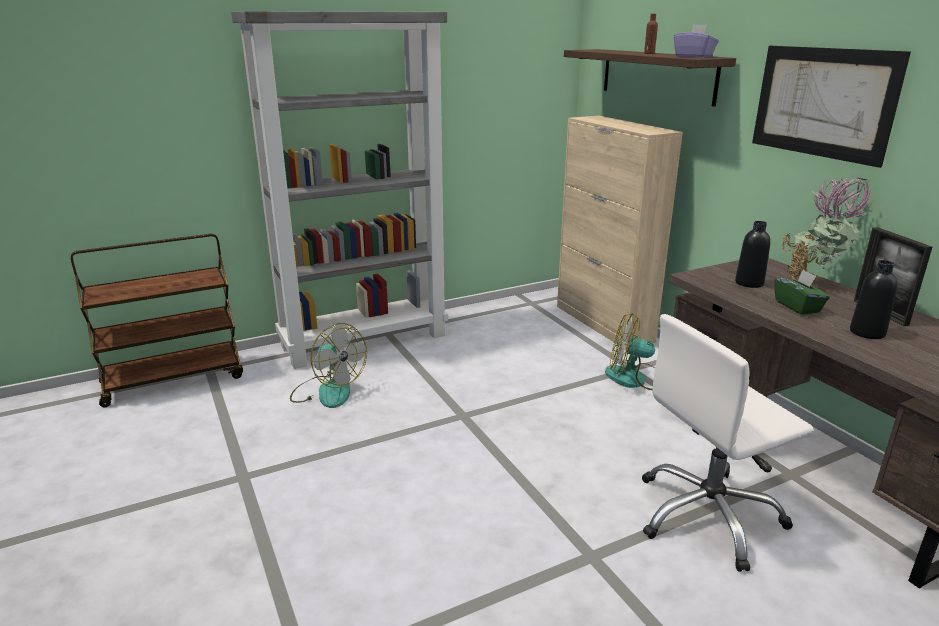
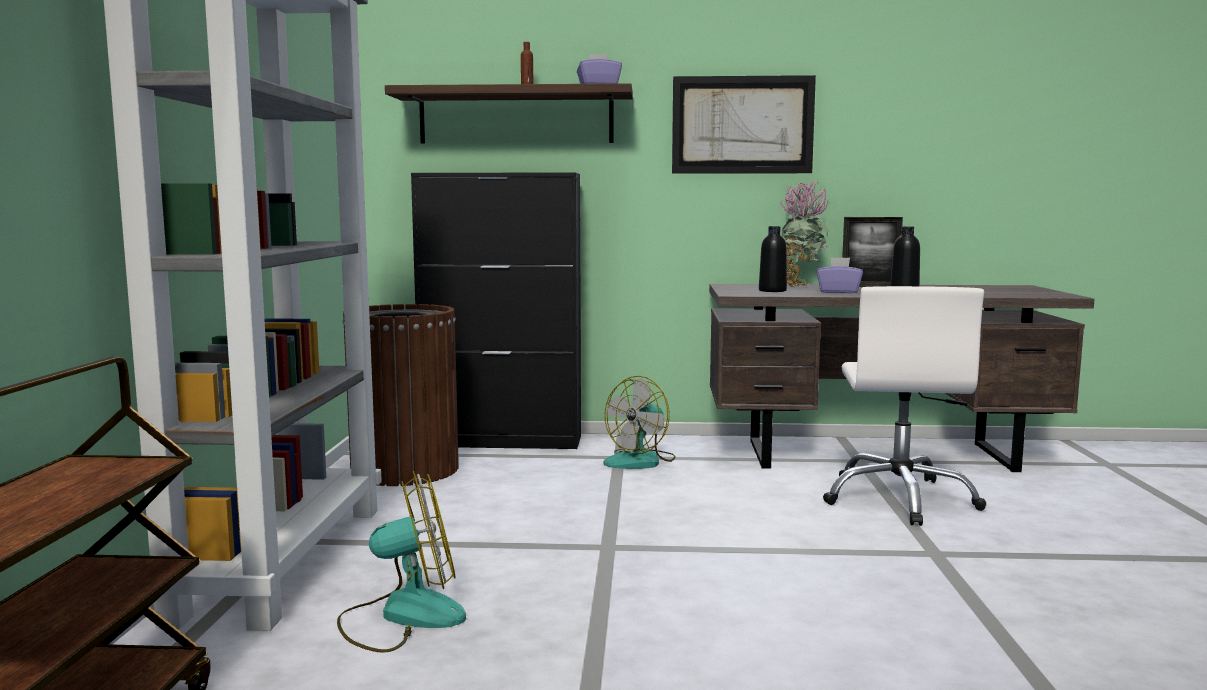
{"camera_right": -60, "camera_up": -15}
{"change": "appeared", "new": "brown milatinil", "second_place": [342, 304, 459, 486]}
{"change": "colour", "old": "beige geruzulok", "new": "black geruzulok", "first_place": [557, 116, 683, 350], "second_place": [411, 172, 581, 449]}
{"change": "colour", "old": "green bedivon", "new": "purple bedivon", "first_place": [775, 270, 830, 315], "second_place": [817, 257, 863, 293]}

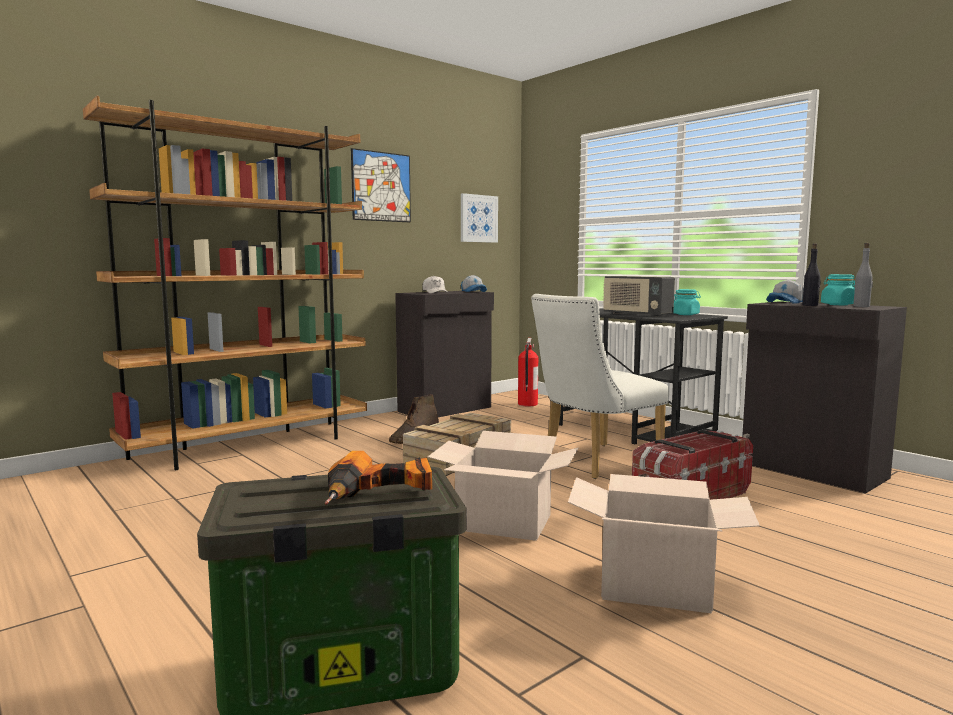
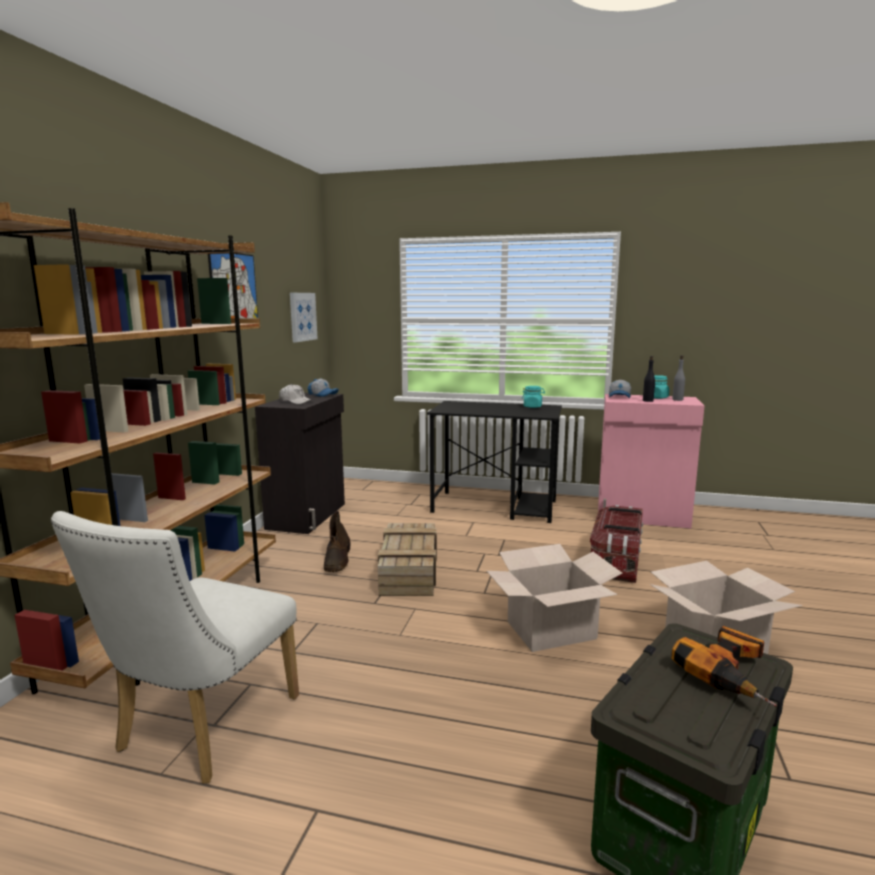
{"camera_right": -35, "camera_up": 5}
{"change": "missing", "old": "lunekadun", "first_place": [518, 338, 538, 406]}
{"change": "missing", "old": "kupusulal", "first_place": [603, 276, 675, 317]}
{"change": "relocated", "old": "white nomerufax", "first_place": [531, 294, 669, 479], "second_place": [51, 511, 299, 784]}
{"change": "colour", "old": "black geruzulok", "new": "pink geruzulok", "first_place": [742, 301, 907, 493], "second_place": [598, 394, 705, 528]}

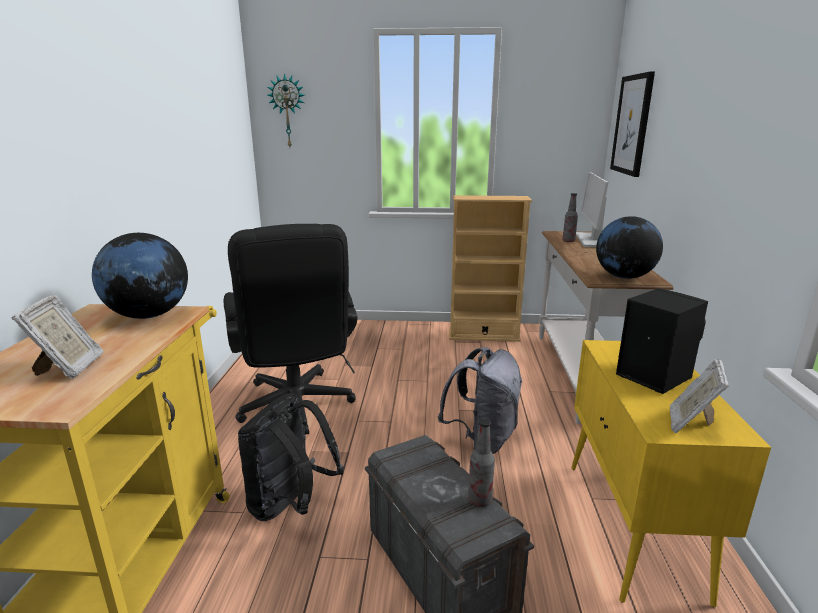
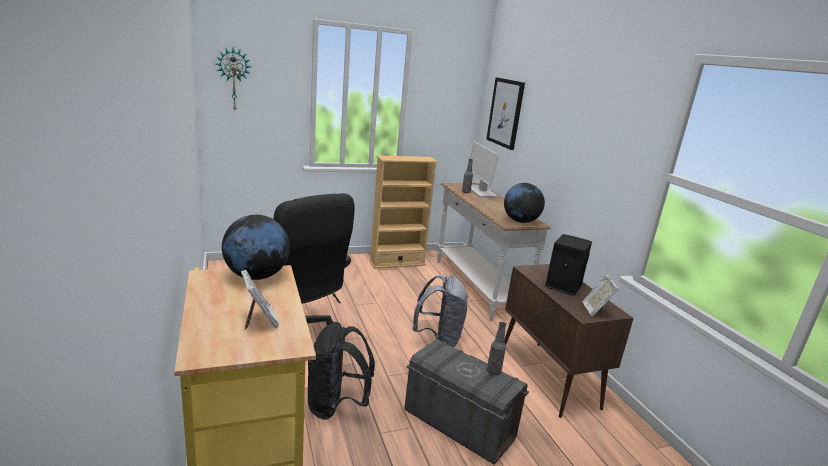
{"camera_right": -25, "camera_up": 0}
{"change": "colour", "old": "yellow geruzulok", "new": "brown geruzulok", "first_place": [571, 340, 771, 607], "second_place": [504, 264, 634, 418]}

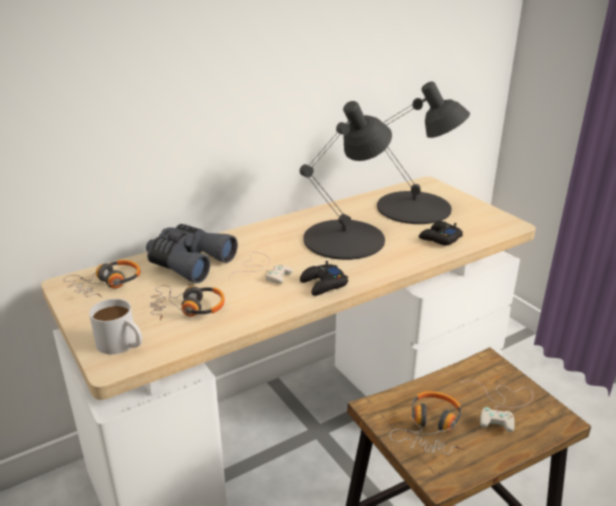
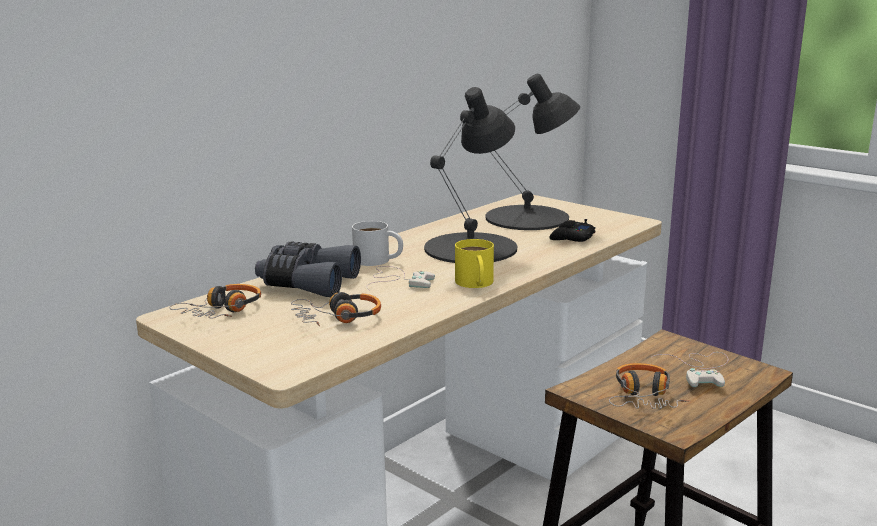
{"camera_right": -15, "camera_up": -10}
{"change": "relocated", "old": "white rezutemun", "first_place": [89, 299, 142, 354], "second_place": [352, 221, 403, 266]}
{"change": "exchanged", "old": "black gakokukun", "new": "yellow rezutemun", "first_place": [300, 261, 348, 296], "second_place": [455, 239, 494, 288]}

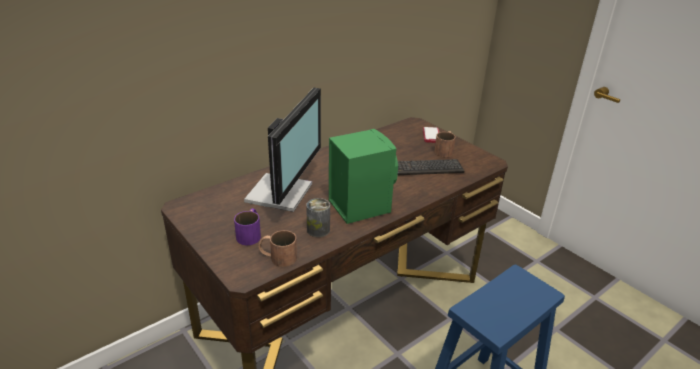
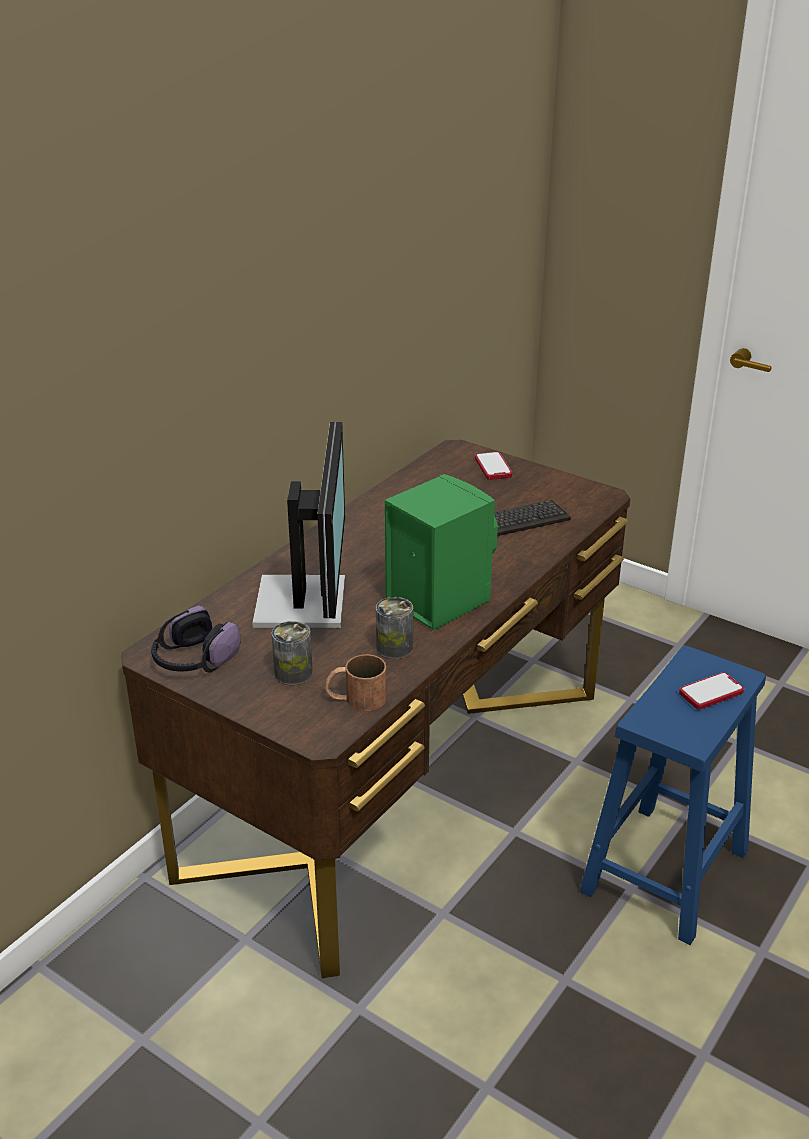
{"camera_right": -15, "camera_up": 0}
{"change": "missing", "old": "brown rezutemun", "first_place": [434, 131, 456, 157]}
{"change": "appeared", "new": "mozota", "second_place": [151, 605, 240, 673]}
{"change": "appeared", "new": "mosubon", "second_place": [679, 672, 744, 710]}
{"change": "exchanged", "old": "purple rezutemun", "new": "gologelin", "first_place": [234, 208, 261, 245], "second_place": [271, 621, 313, 685]}

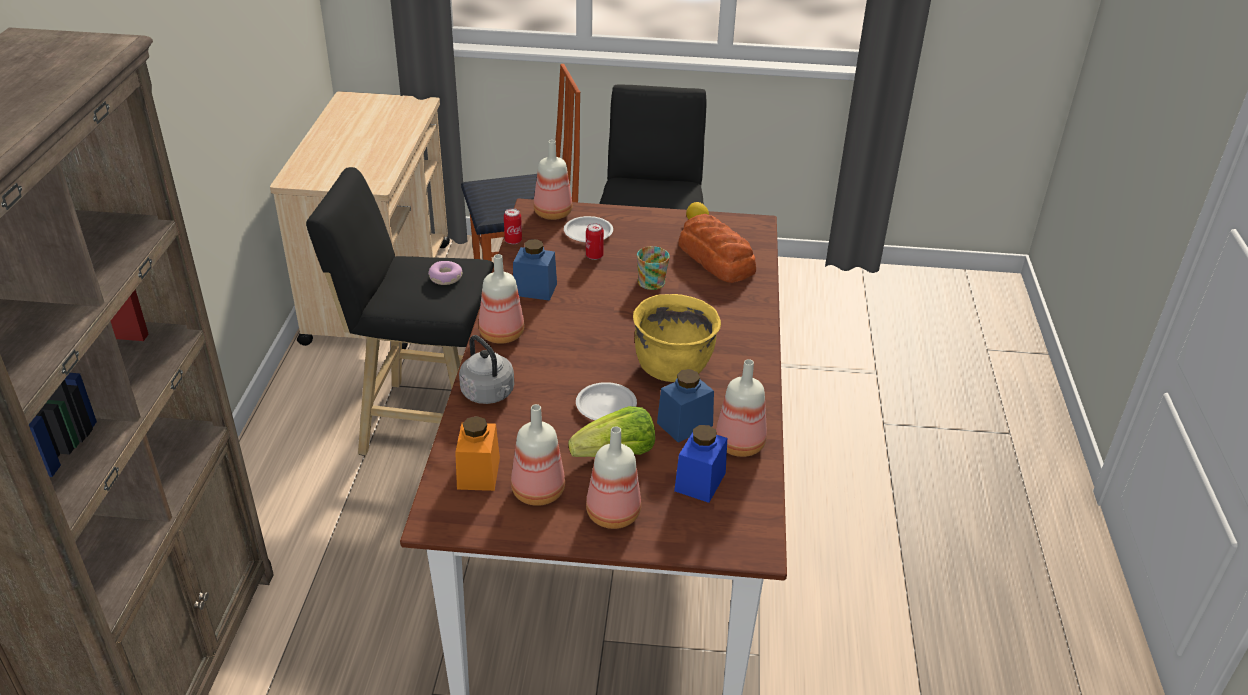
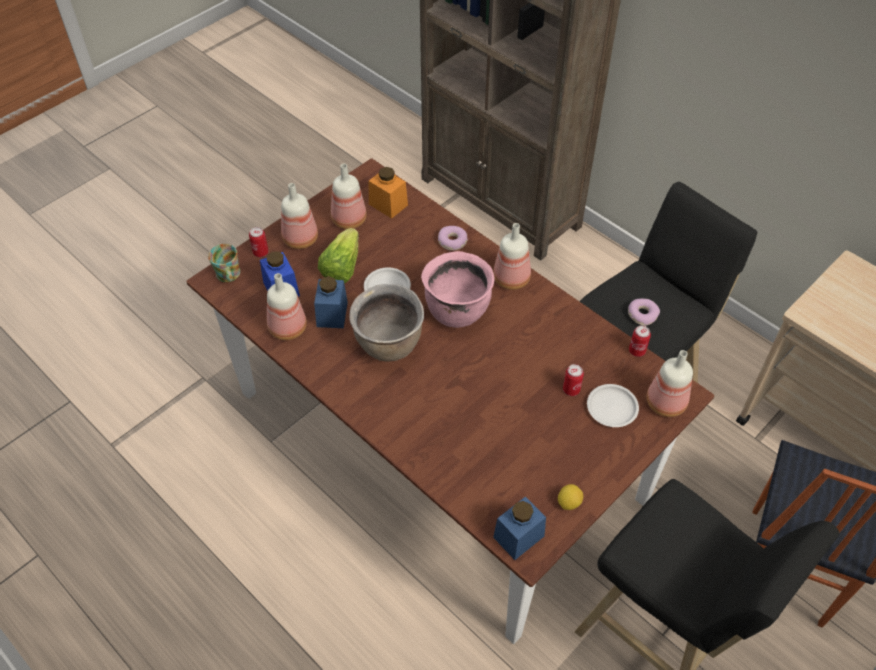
{"camera_right": 130, "camera_up": 15}
{"change": "missing", "old": "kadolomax", "first_place": [678, 214, 756, 283]}
{"change": "appeared", "new": "gologelin", "second_place": [249, 227, 269, 257]}
{"change": "appeared", "new": "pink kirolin", "second_place": [421, 251, 494, 328]}
{"change": "relocated", "old": "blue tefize", "first_place": [513, 239, 557, 301], "second_place": [493, 496, 546, 560]}
{"change": "relocated", "old": "rezutemun", "first_place": [637, 246, 670, 290], "second_place": [208, 244, 240, 282]}
{"change": "exchanged", "old": "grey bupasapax", "new": "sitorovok", "first_place": [459, 335, 514, 404], "second_place": [438, 226, 468, 251]}
{"change": "colour", "old": "yellow kirolin", "new": "brown kirolin", "first_place": [633, 294, 721, 382], "second_place": [349, 284, 424, 361]}

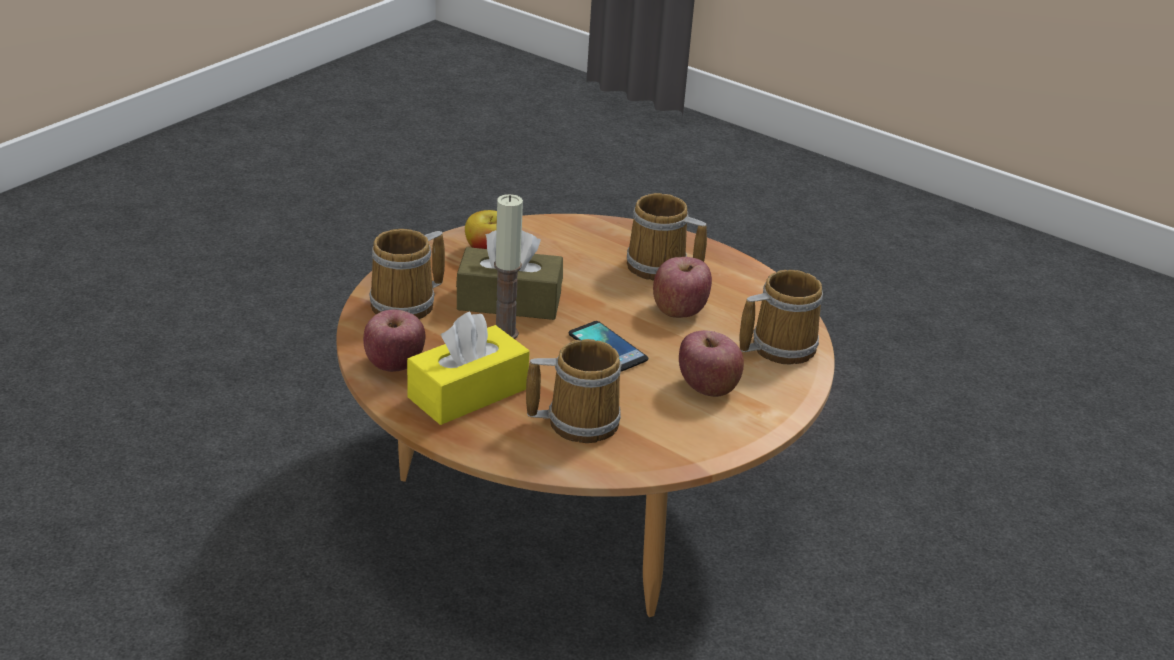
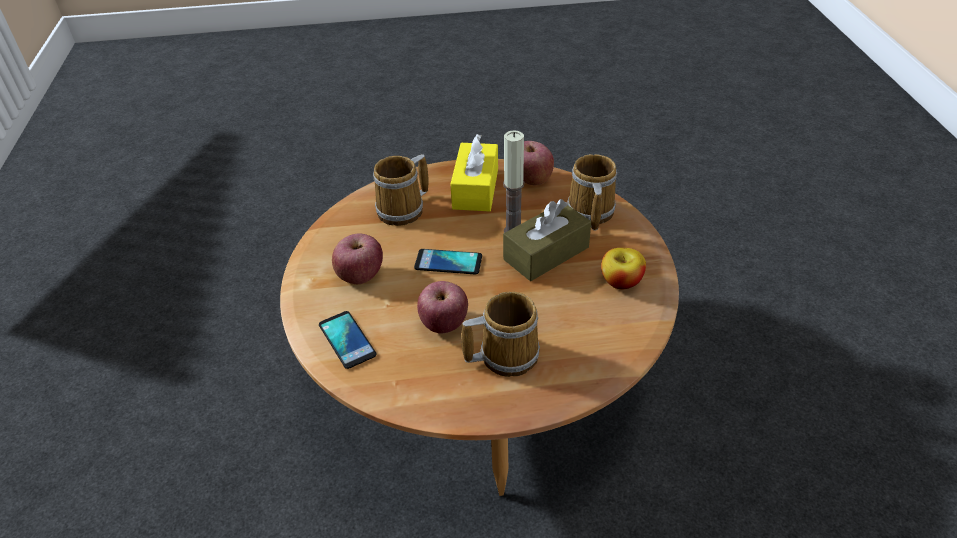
{"camera_right": 140, "camera_up": 10}
{"change": "exchanged", "old": "rezutemun", "new": "mosubon", "first_place": [739, 270, 823, 365], "second_place": [319, 311, 377, 369]}

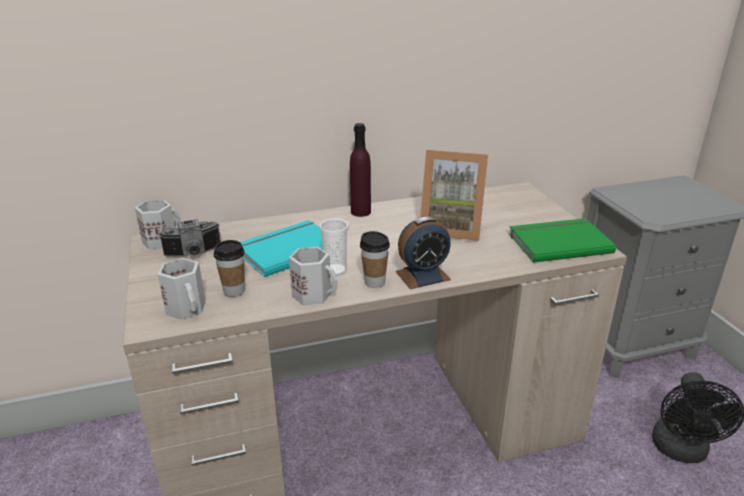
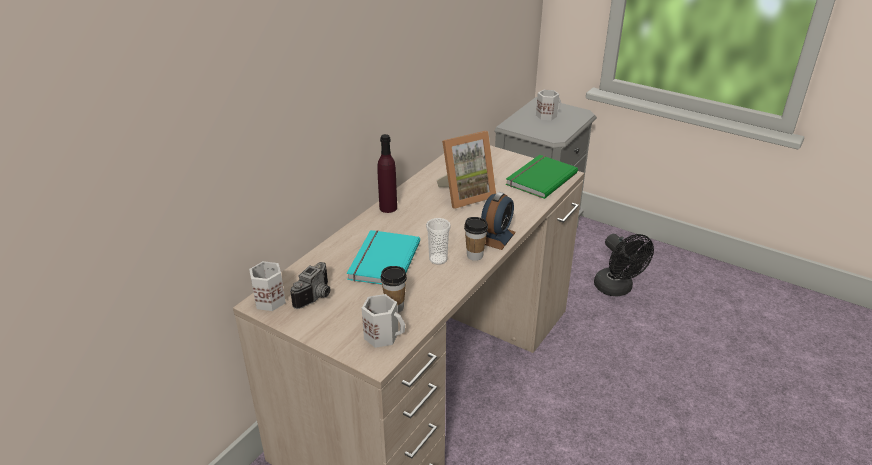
{"camera_right": -40, "camera_up": 5}
{"change": "relocated", "old": "white rezutemun", "first_place": [289, 246, 338, 305], "second_place": [536, 90, 561, 120]}

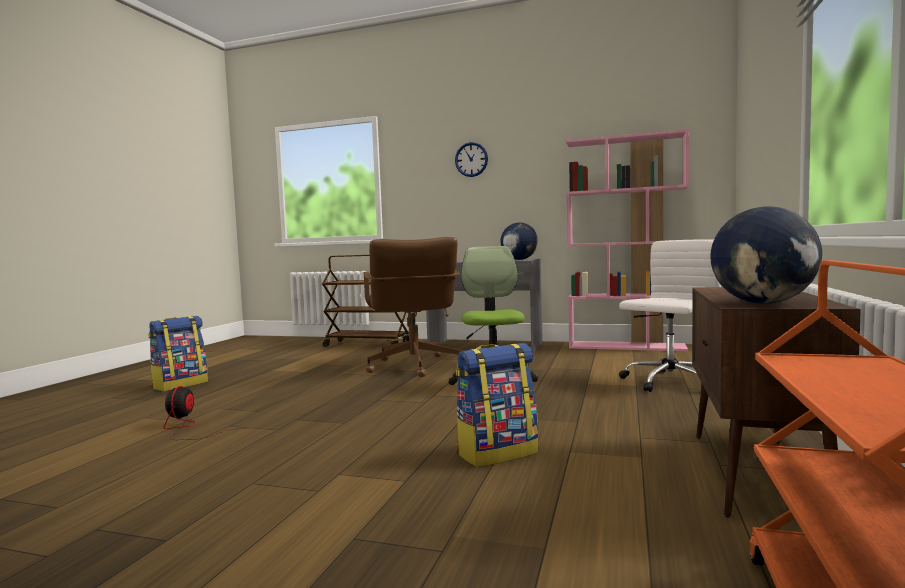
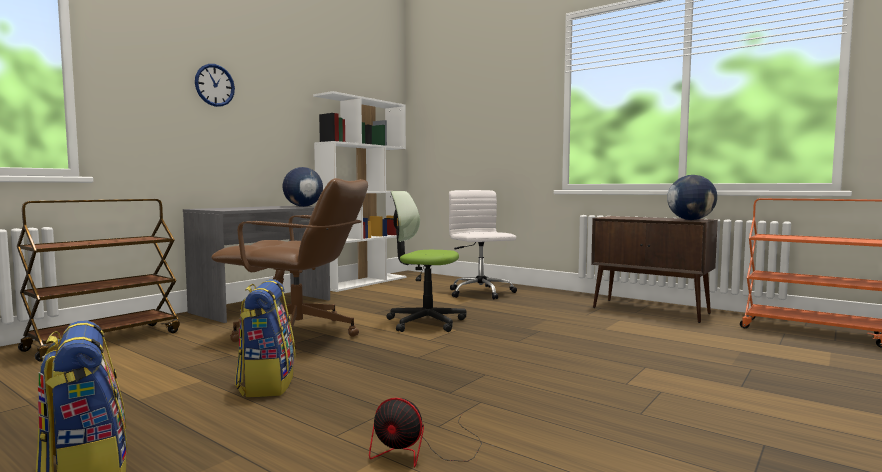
{"camera_right": -70, "camera_up": 0}
{"change": "relocated", "old": "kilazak", "first_place": [456, 343, 538, 467], "second_place": [235, 279, 296, 397]}
{"change": "colour", "old": "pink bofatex", "new": "white bofatex", "first_place": [566, 129, 689, 351], "second_place": [313, 91, 407, 292]}

